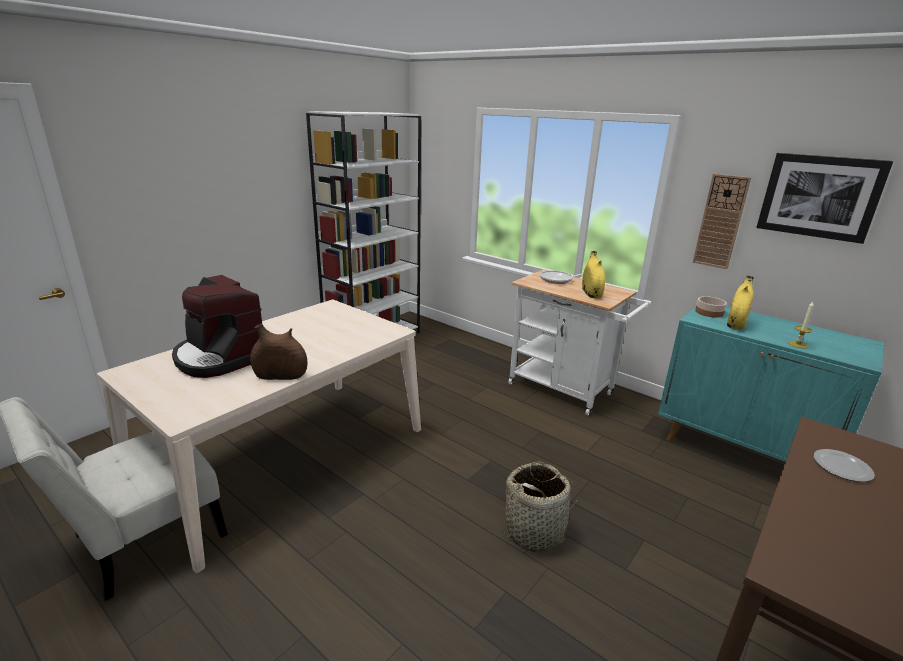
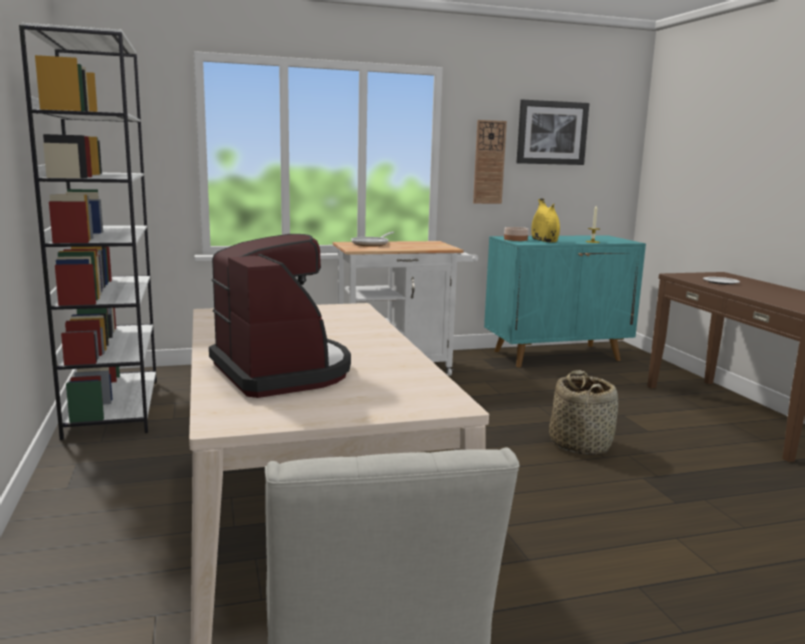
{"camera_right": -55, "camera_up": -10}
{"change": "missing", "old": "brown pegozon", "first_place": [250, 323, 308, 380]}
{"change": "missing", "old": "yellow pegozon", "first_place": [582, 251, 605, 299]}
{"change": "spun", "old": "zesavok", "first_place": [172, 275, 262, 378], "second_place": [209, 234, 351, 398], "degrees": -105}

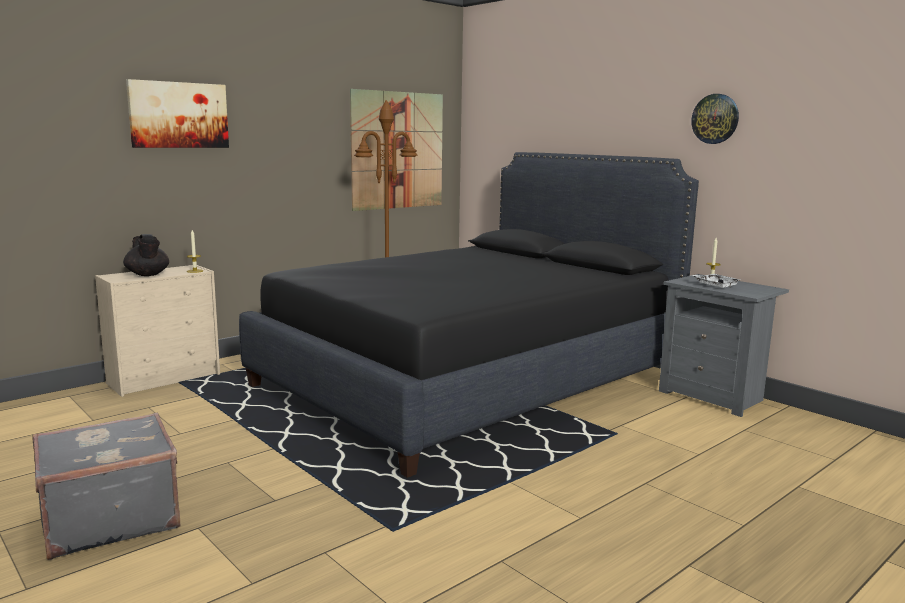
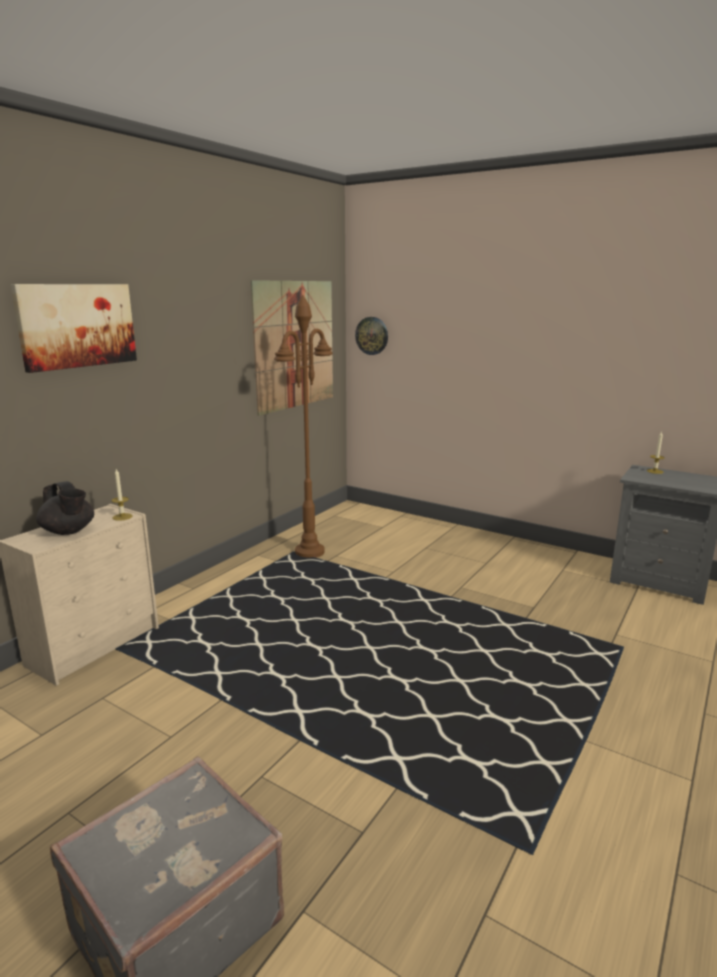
{"camera_right": -15, "camera_up": 5}
{"change": "missing", "old": "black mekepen", "first_place": [239, 152, 699, 478]}
{"change": "missing", "old": "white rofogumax", "first_place": [691, 274, 740, 288]}
{"change": "relocated", "old": "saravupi", "first_place": [691, 94, 739, 144], "second_place": [355, 317, 388, 355]}

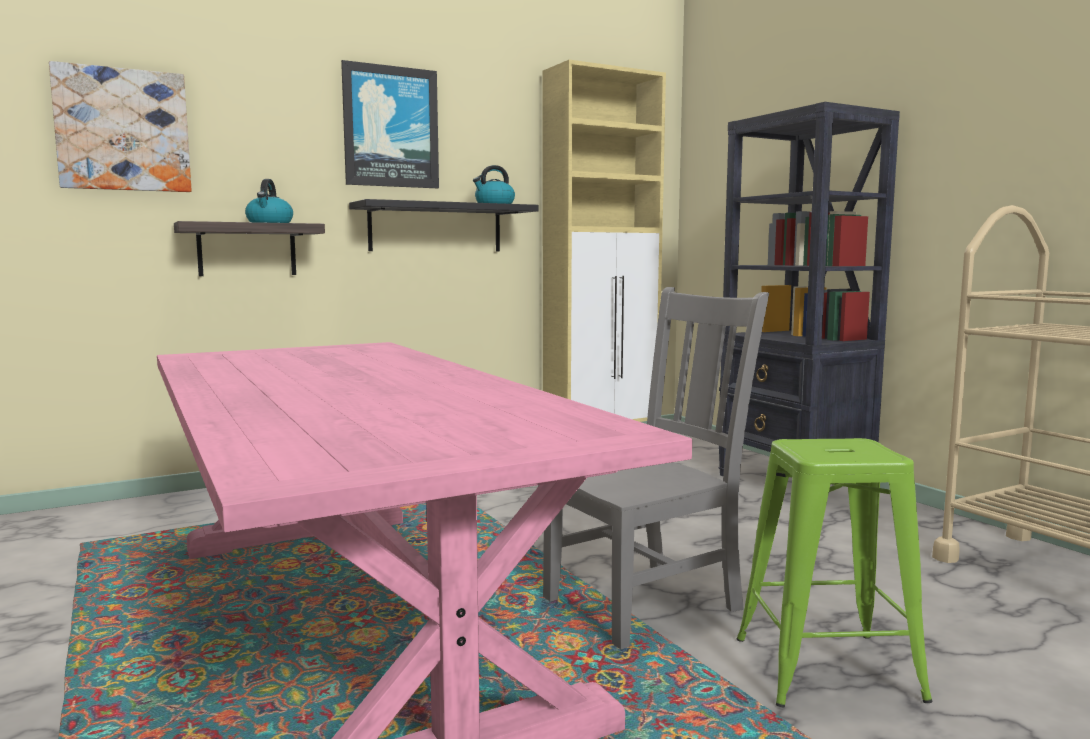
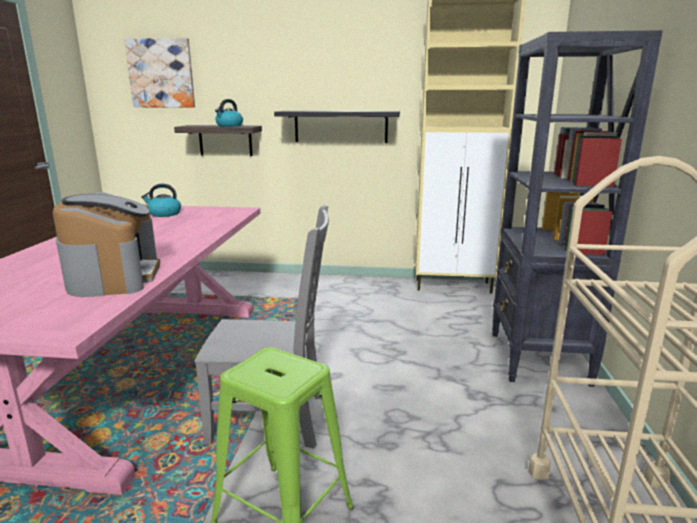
{"camera_right": 35, "camera_up": 10}
{"change": "missing", "old": "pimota", "first_place": [341, 60, 439, 188]}
{"change": "appeared", "new": "zesavok", "second_place": [53, 192, 160, 297]}
{"change": "relocated", "old": "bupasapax", "first_place": [473, 165, 515, 204], "second_place": [141, 184, 181, 217]}

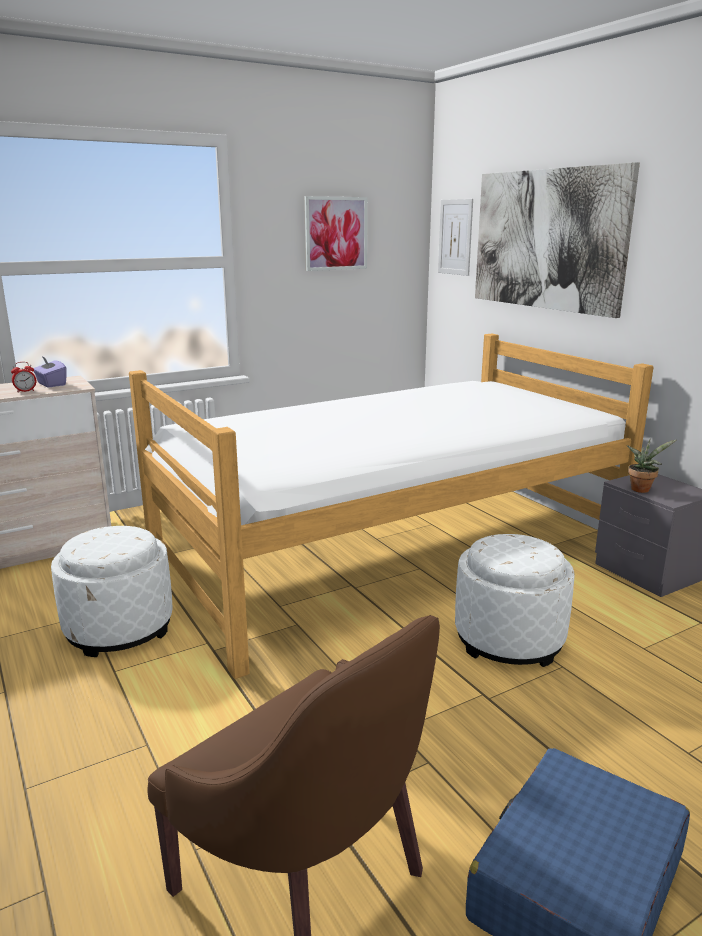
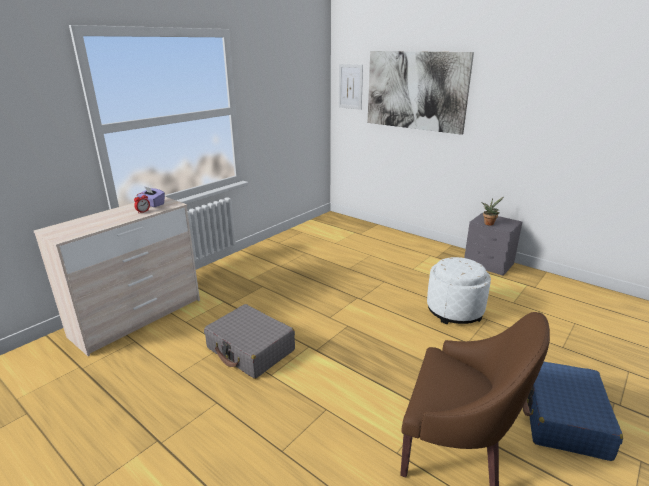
{"camera_right": -20, "camera_up": 5}
{"change": "missing", "old": "mekepen", "first_place": [129, 333, 654, 679]}
{"change": "missing", "old": "pimota", "first_place": [304, 196, 367, 271]}
{"change": "exchanged", "old": "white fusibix", "new": "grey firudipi", "first_place": [51, 526, 173, 657], "second_place": [204, 304, 295, 379]}

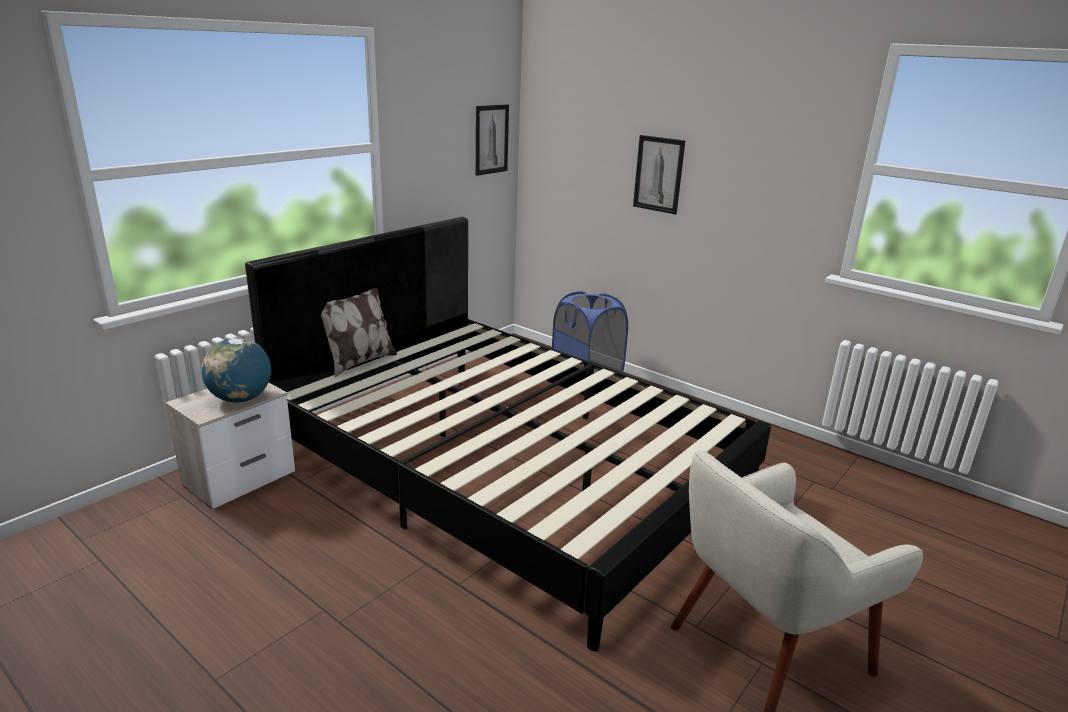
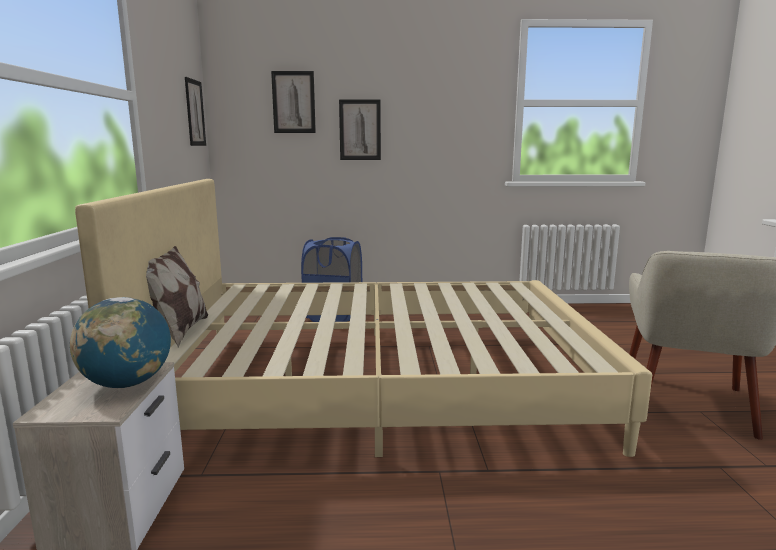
{"camera_right": -40, "camera_up": -10}
{"change": "appeared", "new": "pimota", "second_place": [271, 71, 316, 133]}
{"change": "colour", "old": "black mekepen", "new": "beige mekepen", "first_place": [245, 217, 771, 651], "second_place": [75, 179, 652, 457]}

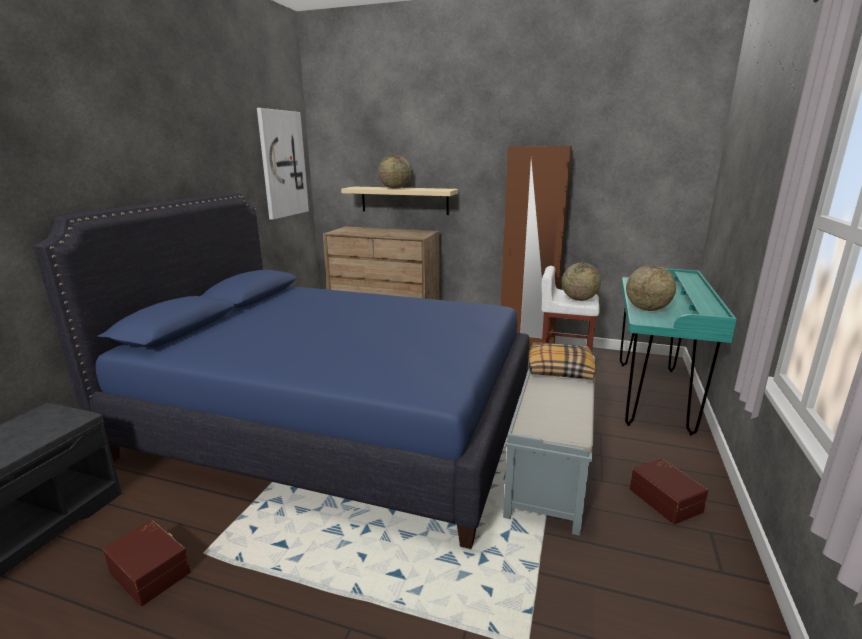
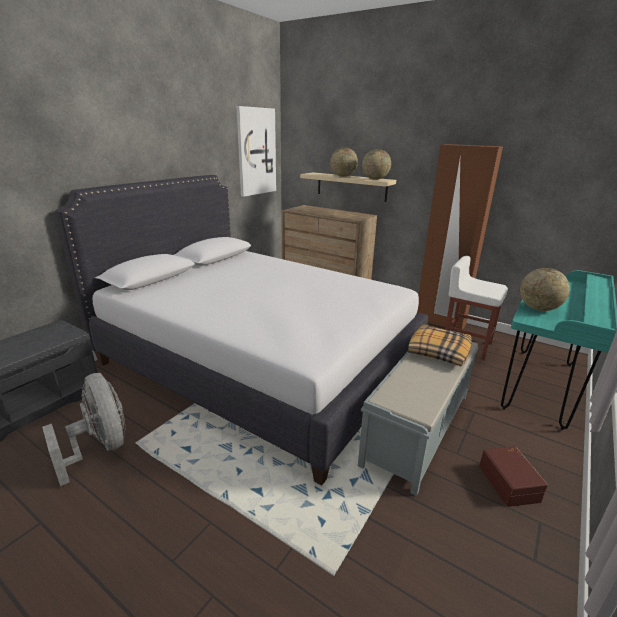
{"camera_right": 15, "camera_up": 5}
{"change": "relocated", "old": "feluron", "first_place": [562, 263, 601, 301], "second_place": [362, 149, 391, 180]}
{"change": "exchanged", "old": "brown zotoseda", "new": "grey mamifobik", "first_place": [103, 520, 190, 606], "second_place": [42, 373, 125, 486]}
{"change": "colour", "old": "blue mekepen", "new": "white mekepen", "first_place": [34, 193, 529, 549], "second_place": [55, 175, 428, 486]}

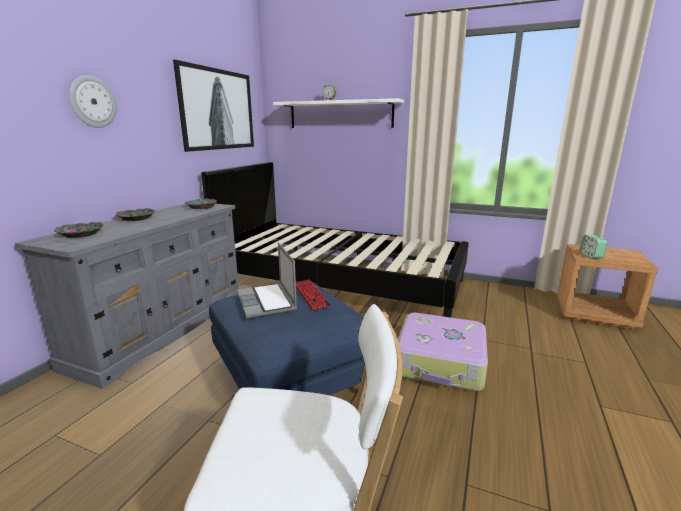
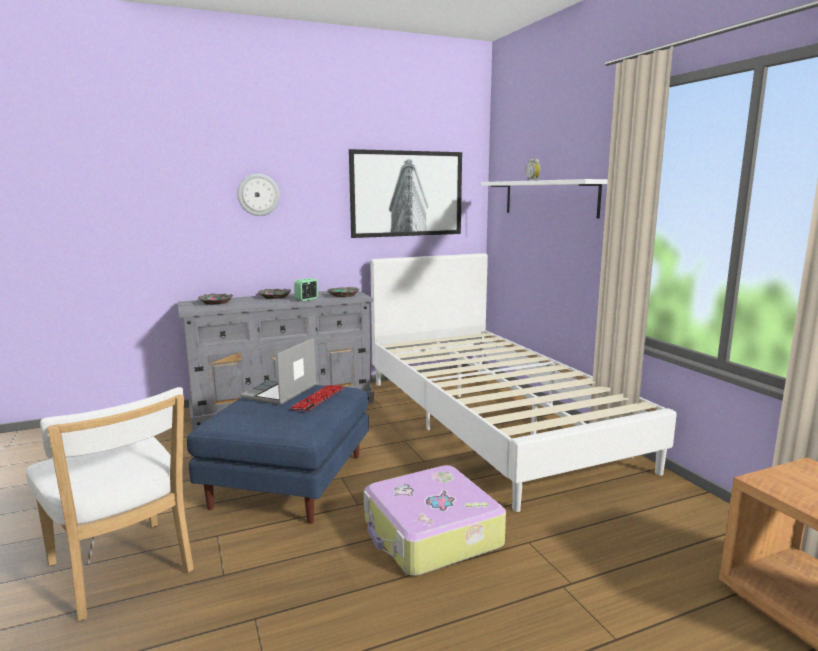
{"camera_right": 45, "camera_up": -5}
{"change": "relocated", "old": "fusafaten", "first_place": [580, 235, 607, 259], "second_place": [294, 278, 318, 301]}
{"change": "colour", "old": "black mekepen", "new": "white mekepen", "first_place": [201, 162, 469, 317], "second_place": [370, 253, 677, 512]}

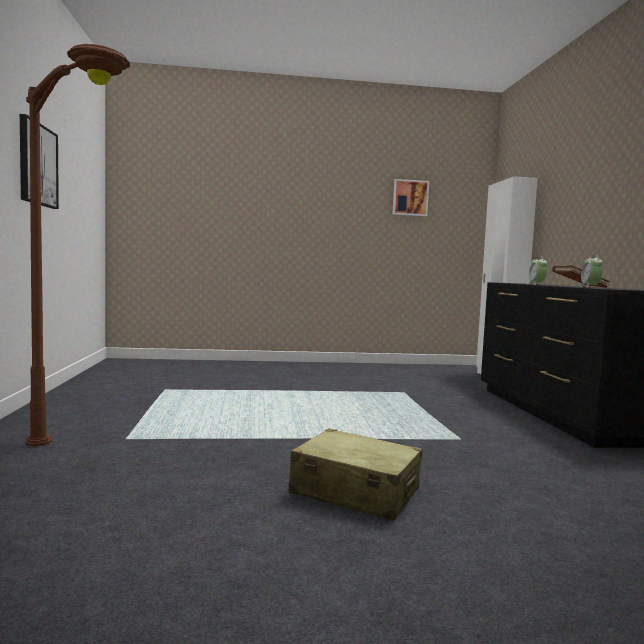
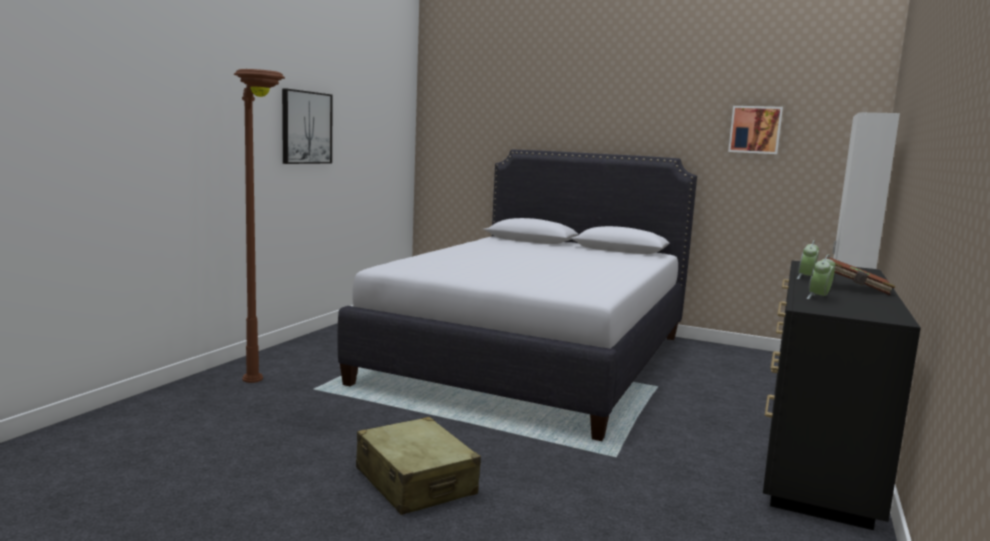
{"camera_right": 30, "camera_up": 5}
{"change": "appeared", "new": "white mekepen", "second_place": [337, 150, 697, 441]}

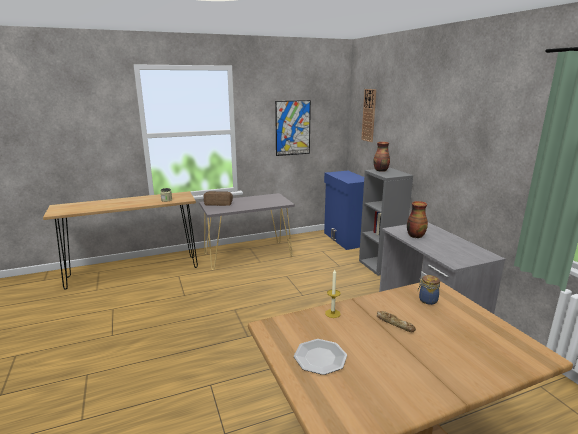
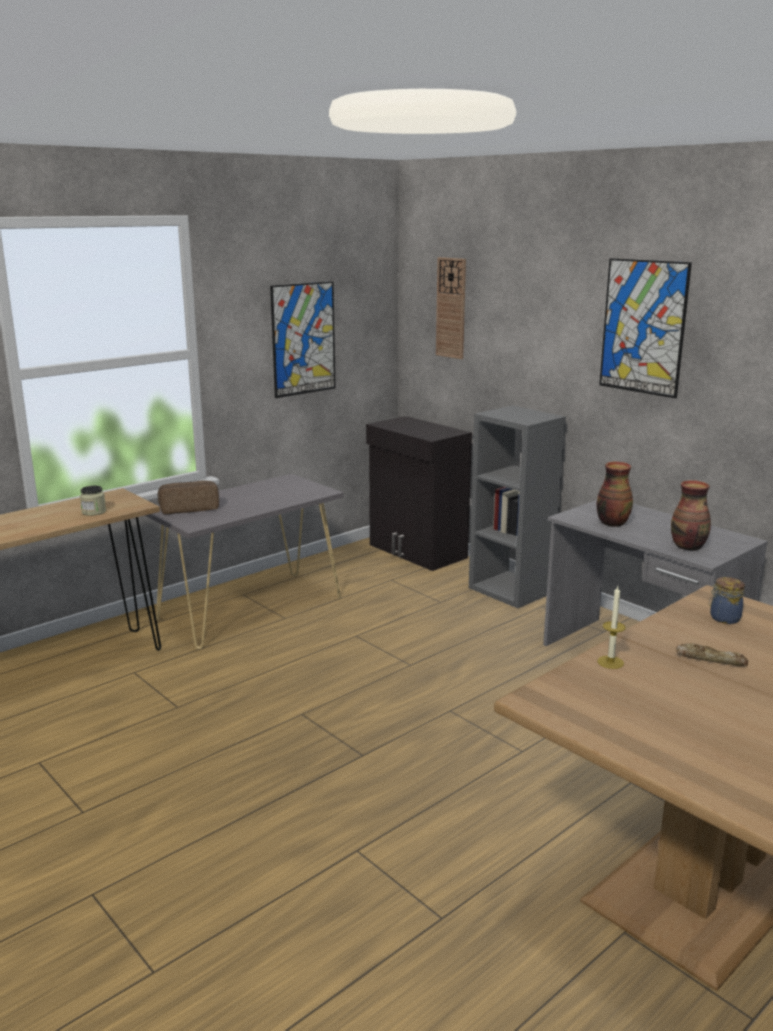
{"camera_right": -20, "camera_up": 0}
{"change": "missing", "old": "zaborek", "first_place": [294, 339, 347, 375]}
{"change": "appeared", "new": "pimota", "second_place": [599, 258, 692, 398]}
{"change": "relocated", "old": "pegozon", "first_place": [373, 142, 390, 171], "second_place": [671, 480, 711, 550]}
{"change": "colour", "old": "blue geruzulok", "new": "black geruzulok", "first_place": [324, 171, 364, 250], "second_place": [366, 416, 472, 571]}

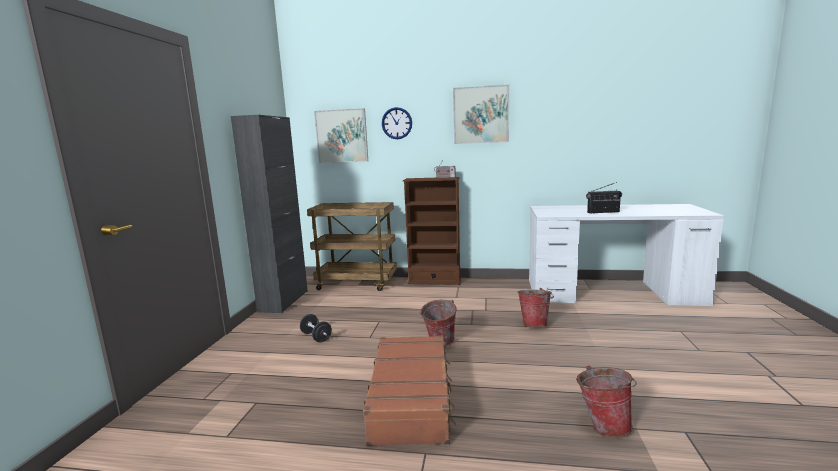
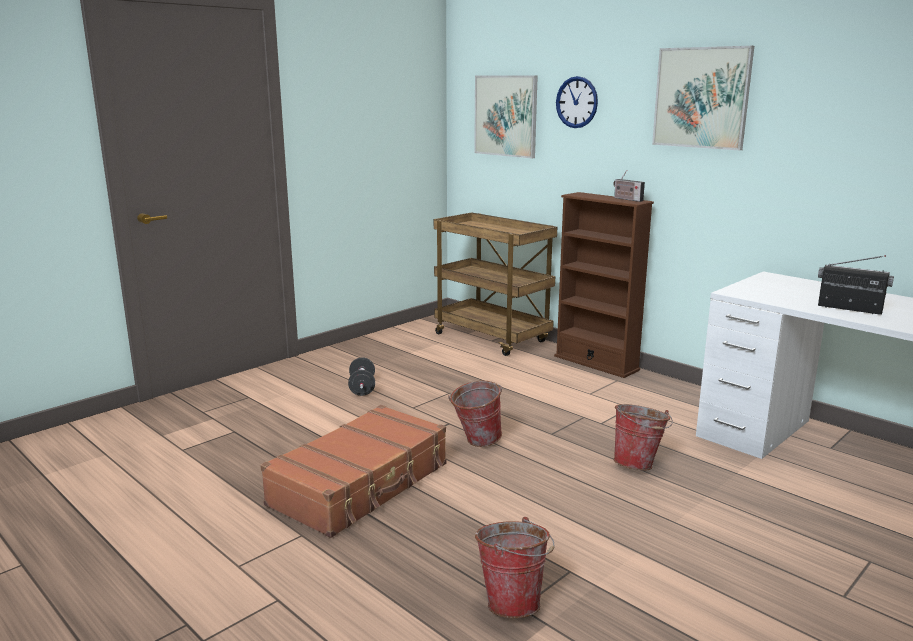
{"camera_right": 35, "camera_up": 5}
{"change": "missing", "old": "black geruzulok", "first_place": [231, 115, 308, 313]}

